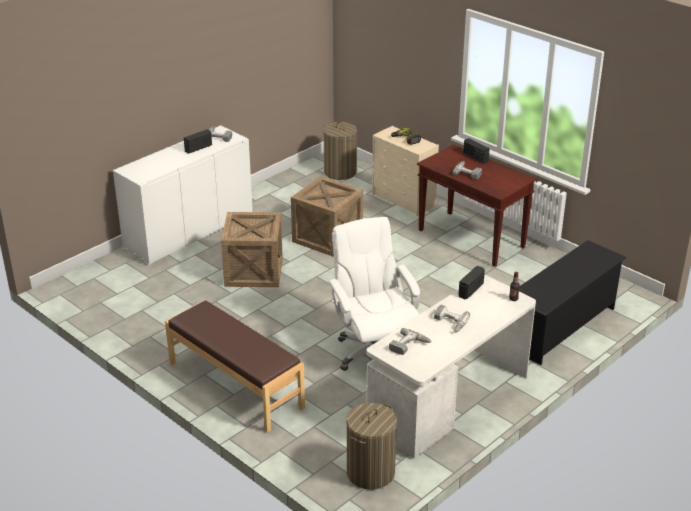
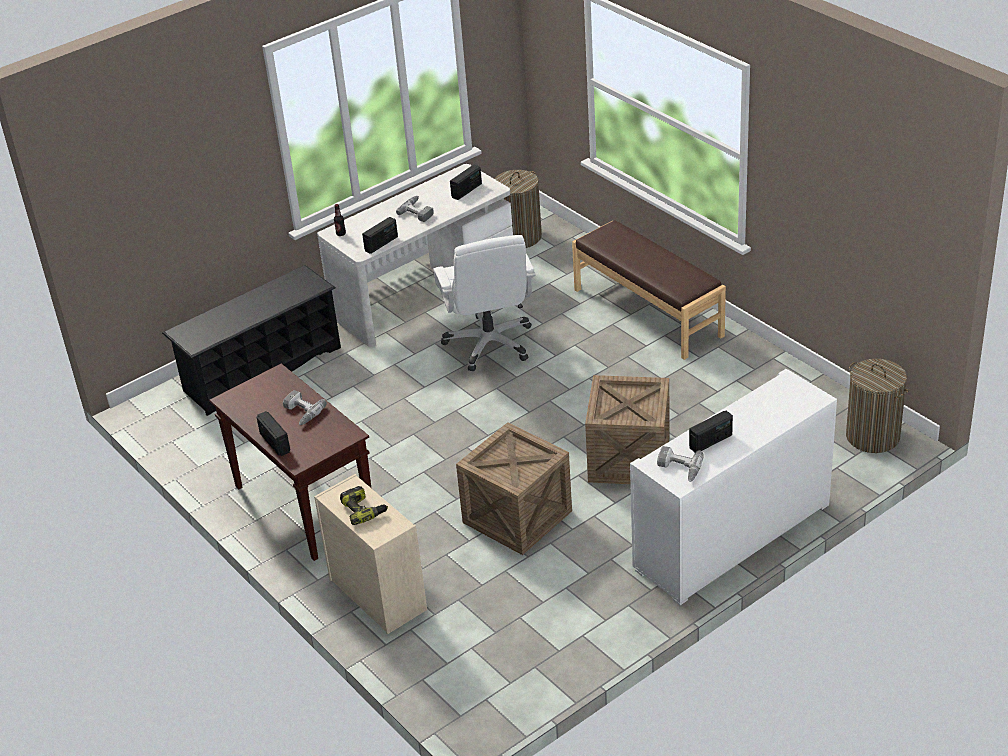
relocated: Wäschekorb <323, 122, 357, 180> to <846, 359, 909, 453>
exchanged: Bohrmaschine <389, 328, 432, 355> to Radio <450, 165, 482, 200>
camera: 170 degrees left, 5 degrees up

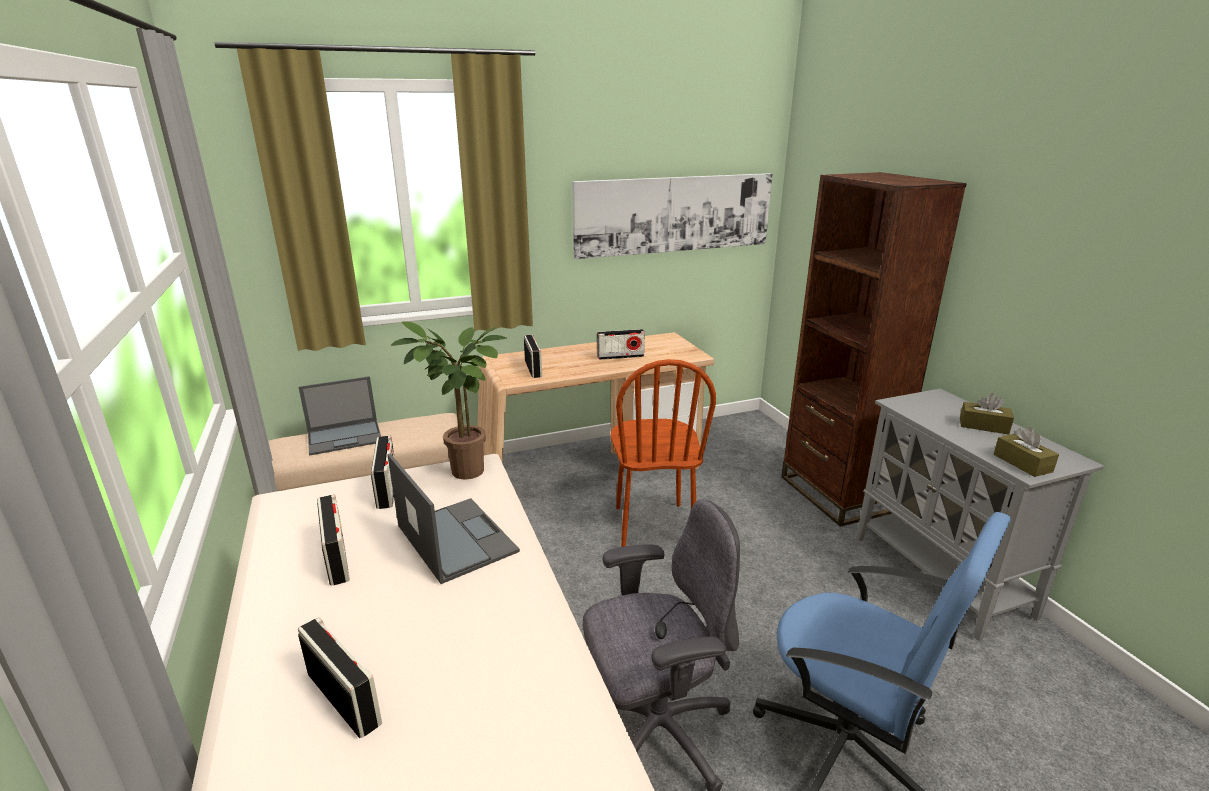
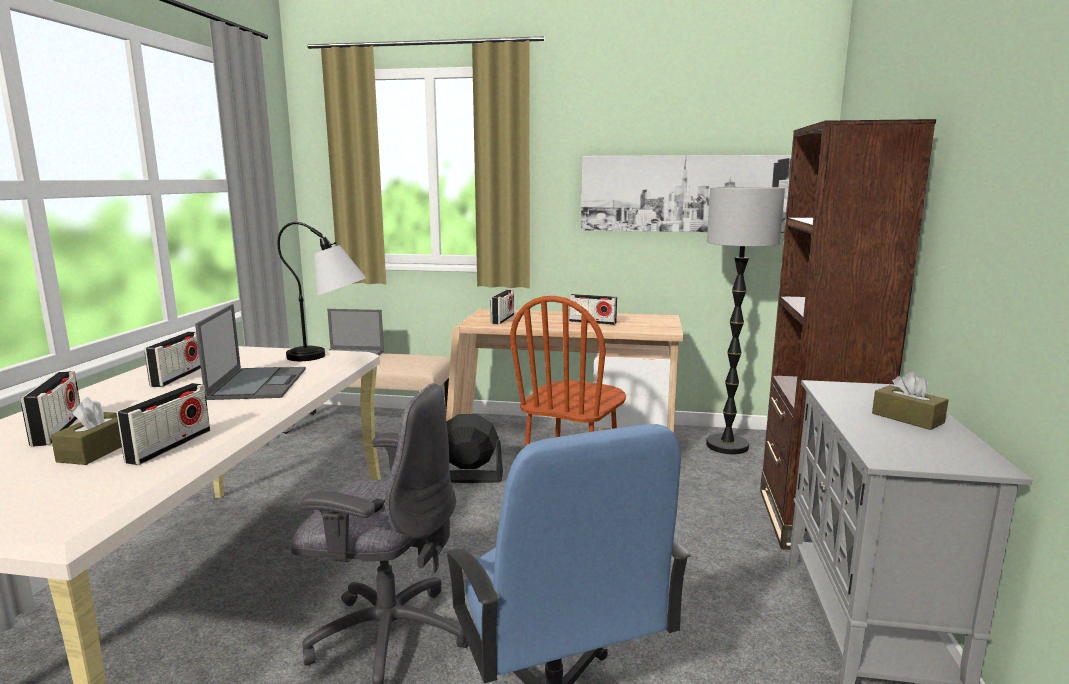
appeared: Ventilator (schwarz) <447, 414, 503, 483>; Stehlampe <706, 187, 785, 454>
relocated: Radio <371, 436, 395, 509> to <116, 383, 210, 465>; Taschentuchbox (braun) <994, 427, 1059, 477> to <51, 397, 122, 465>
exchanged: Topfpflanze <390, 321, 507, 480> to Tischlampe <278, 222, 366, 361>
camera: 30 degrees right, 10 degrees down

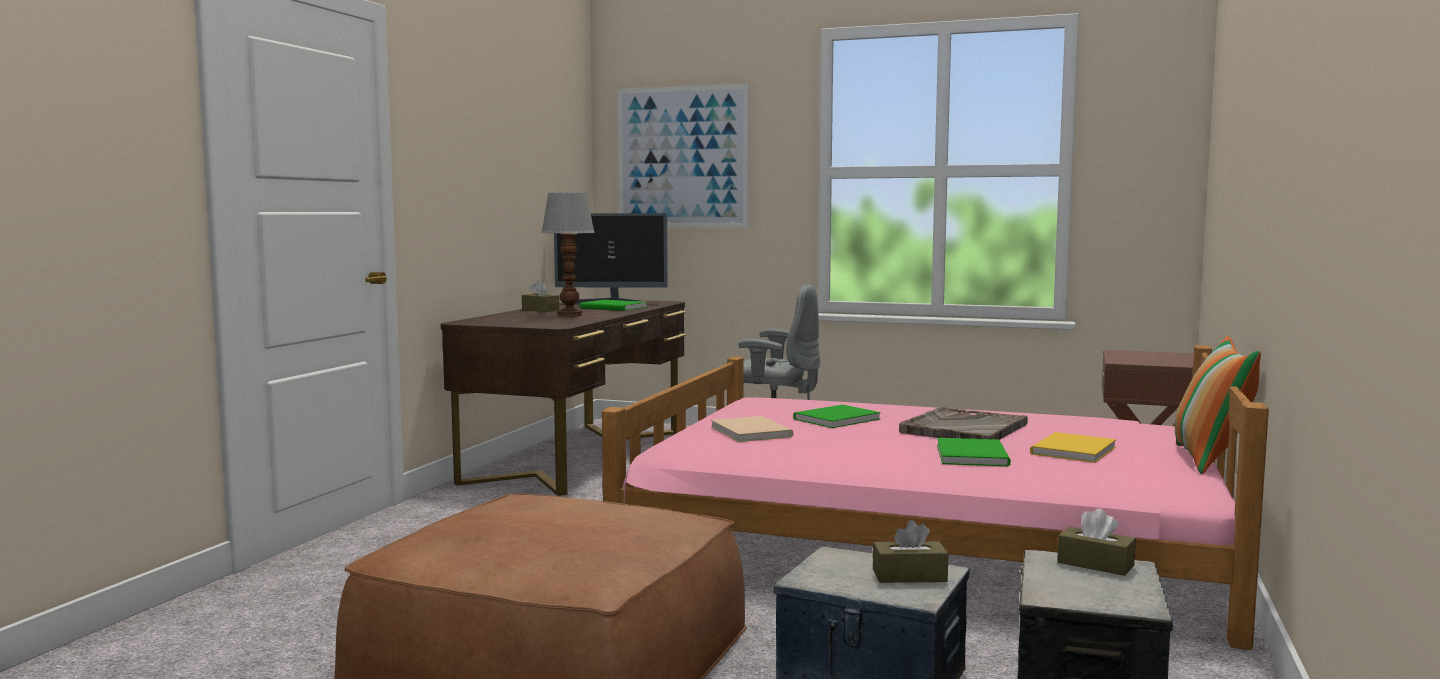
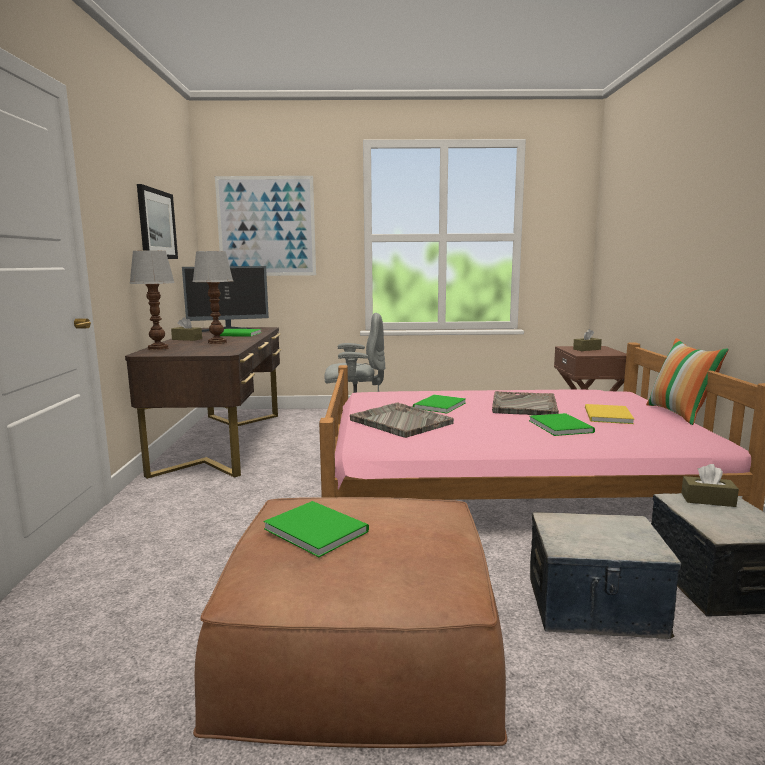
appeared: Tischlampe <129, 250, 175, 350>; Bild <137, 184, 178, 259>; Buch (grün) <263, 501, 369, 557>
relocated: Taschentuchbox (braun) <873, 520, 948, 583> to <573, 329, 602, 351>
exchanged: Buch (beige) <711, 416, 793, 442> to Tablett (grau) <350, 403, 454, 438>
camera: 20 degrees left, 5 degrees up

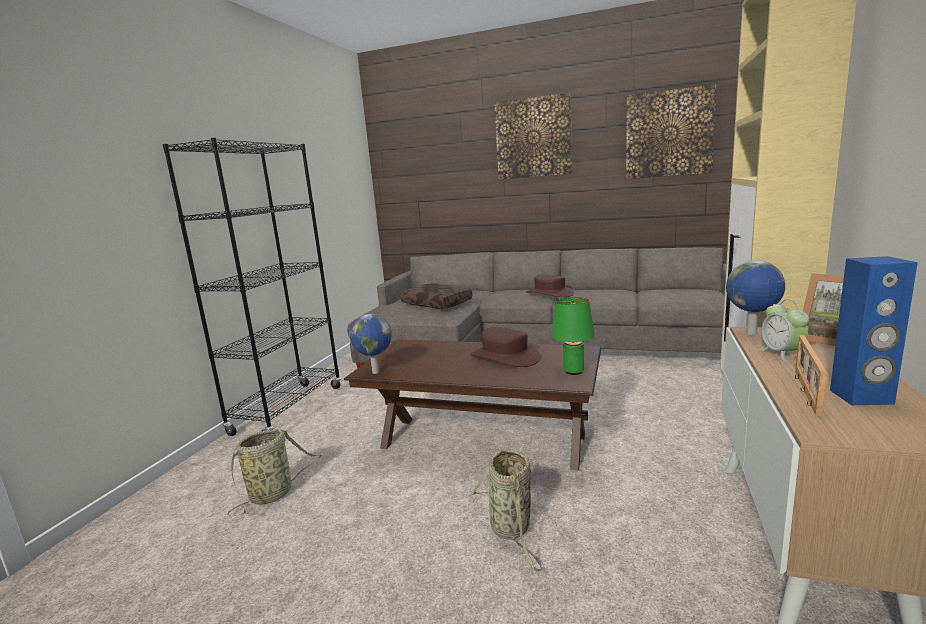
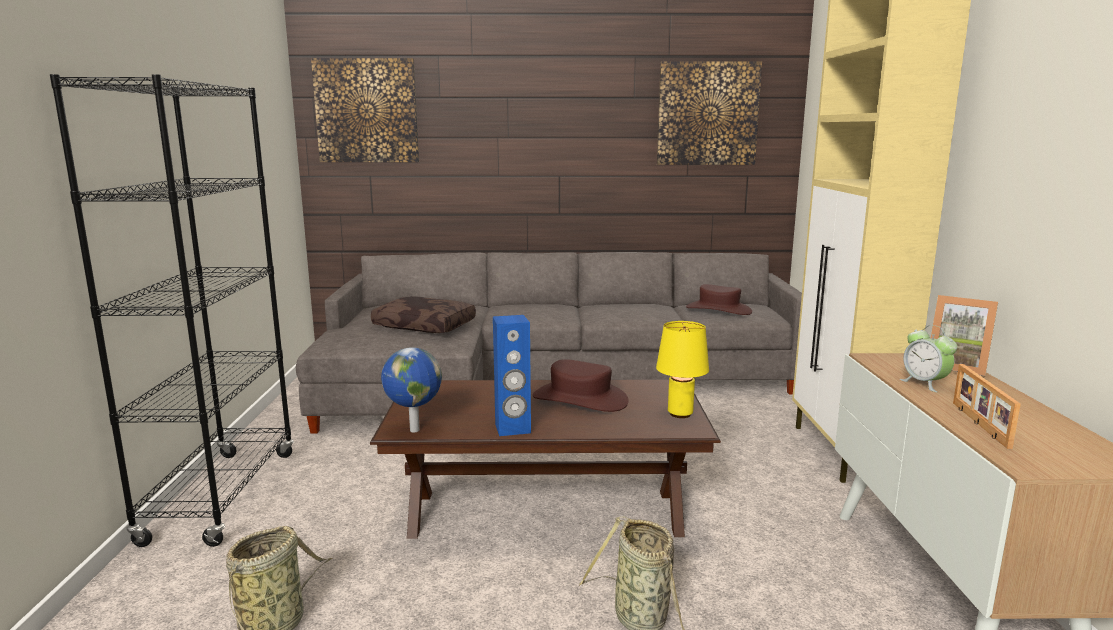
missing: Globus <726, 260, 785, 335>
relocated: Bild <494, 93, 572, 179> to <311, 58, 419, 162>; Hut (braun) <527, 274, 574, 298> to <686, 284, 752, 315>; Lautsprecher (blau) <830, 256, 918, 405> to <493, 315, 531, 436>
colour: Tischlampe (grün) <552, 297, 595, 375> to Tischlampe (gelb) <656, 321, 709, 418>
camera: 20 degrees left, 0 degrees up

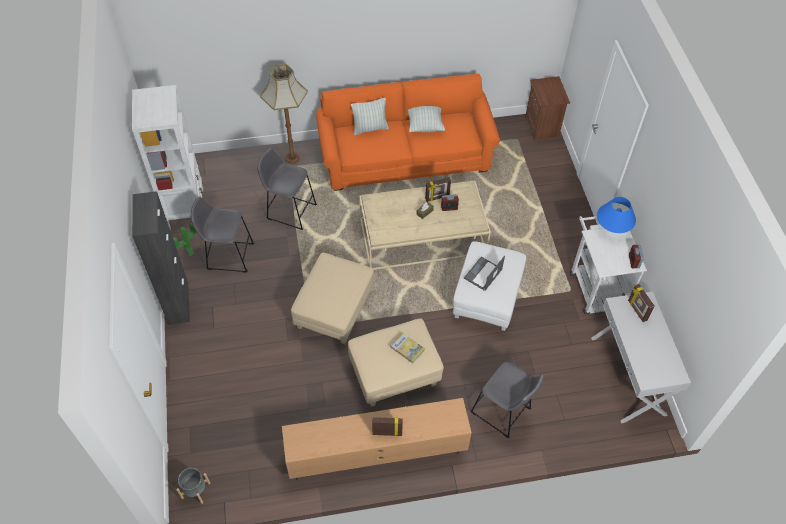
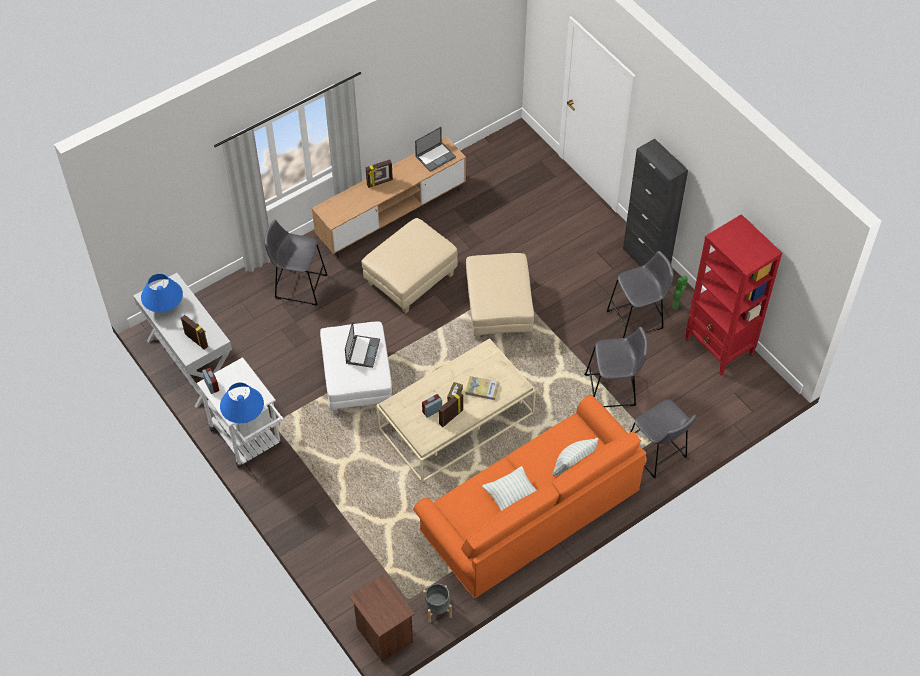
appeared: Tischlampe (blau) <141, 274, 183, 313>; Laptop <415, 127, 456, 172>
relocated: Pflanzkübel (grau) <176, 468, 210, 504> to <423, 583, 452, 622>; Buch <390, 333, 425, 363> to <465, 376, 499, 400>
exchanged: Stehlampe <260, 64, 308, 165> to Hocker (grau) <631, 400, 697, 478>
colour: Bücherregal (weiß) <132, 85, 203, 230> to Bücherregal (rot) <685, 214, 782, 375>
camera: 155 degrees right, 0 degrees up

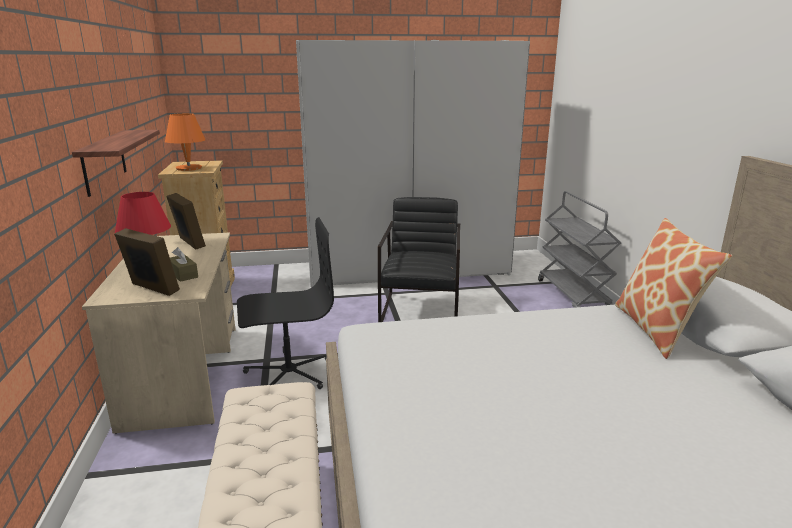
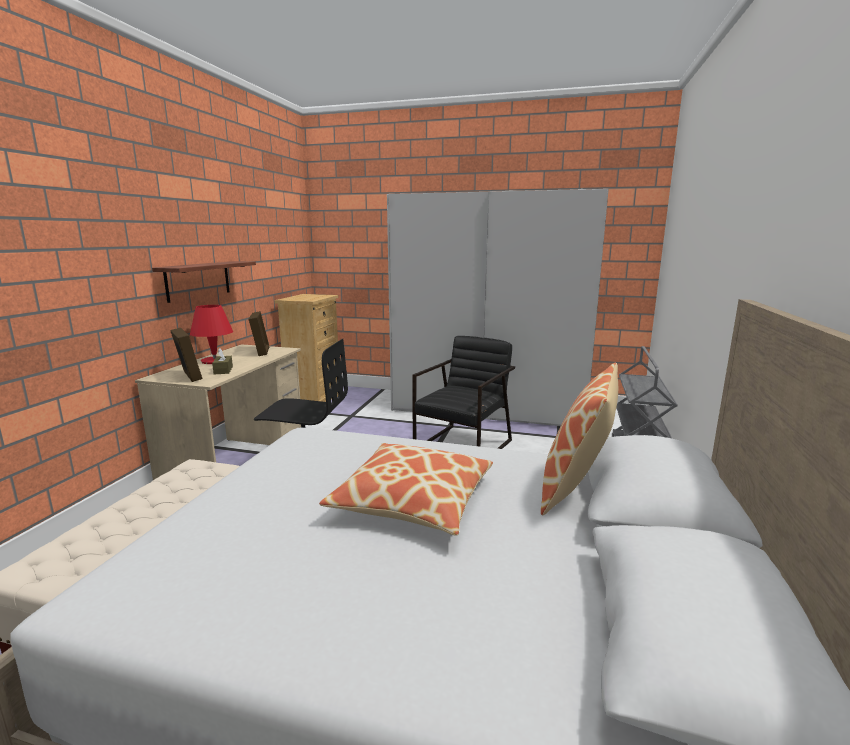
missing: Tischlampe (orange) <165, 113, 206, 171>
appeared: Kissen <319, 443, 493, 536>
camera: 25 degrees right, 5 degrees down

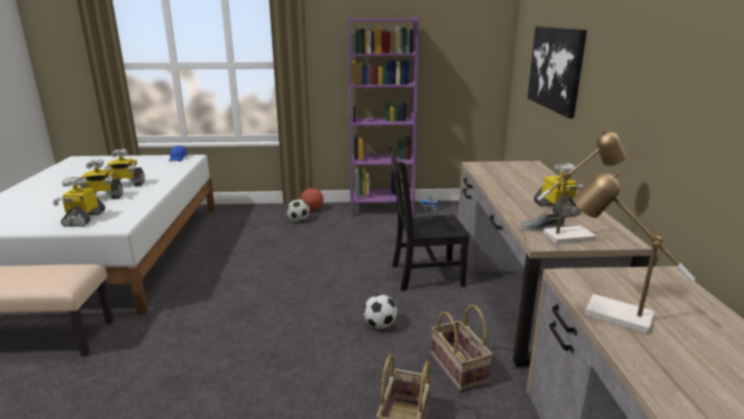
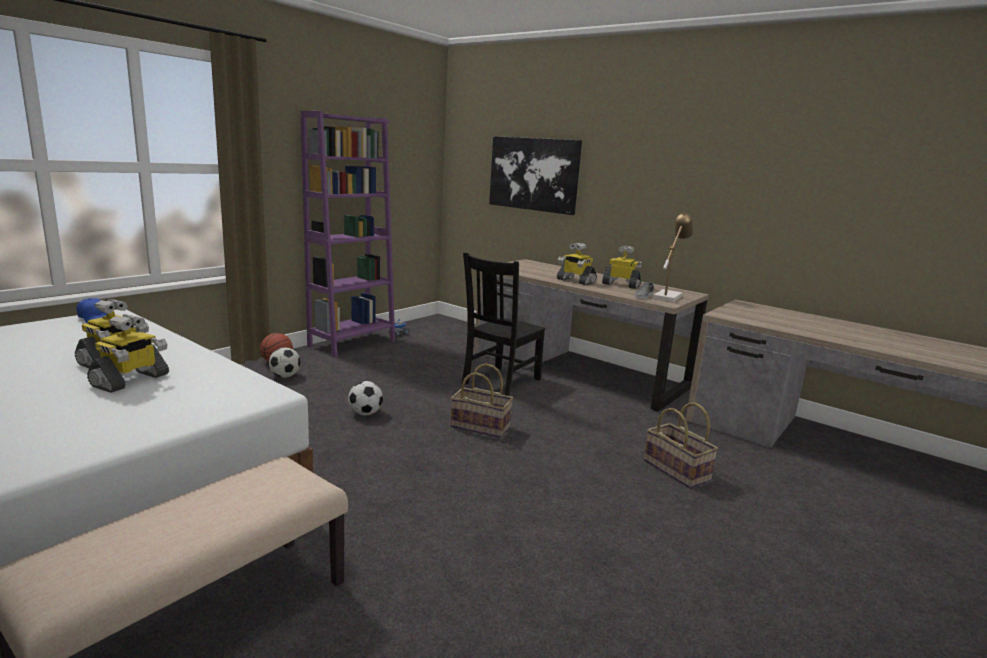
missing: Tischlampe <573, 172, 695, 334>
relocated: Spielzeugroboter <53, 177, 105, 227> to <557, 243, 597, 285>; Fußball <364, 294, 397, 329> to <348, 381, 383, 415>; Korb <431, 305, 493, 392> to <451, 363, 513, 438>
camera: 50 degrees left, 5 degrees down

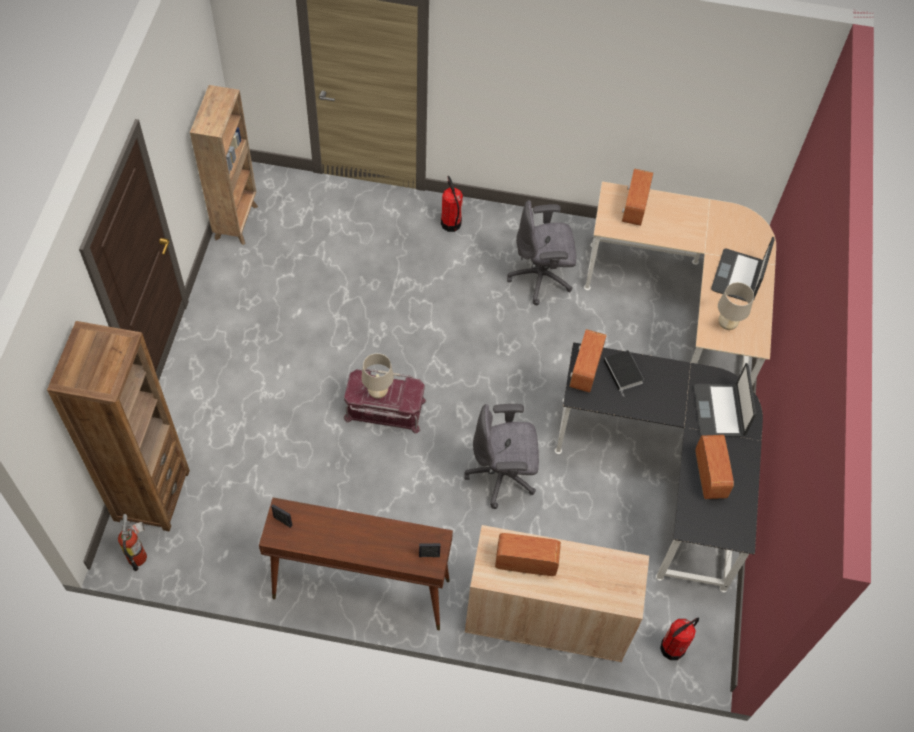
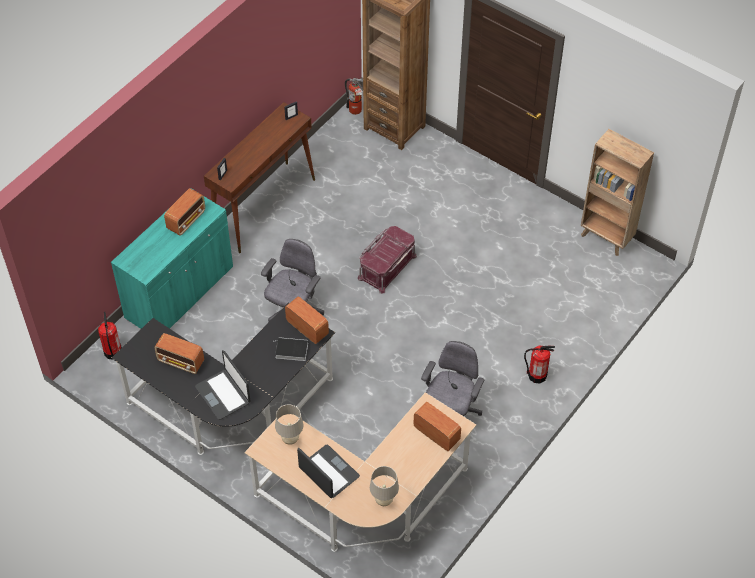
relocated: Tischlampe (beige) <361, 353, 394, 399> to <370, 466, 399, 506>
colour: Schrank (beige) <465, 525, 649, 662> to Schrank (türkis) <111, 188, 233, 329>
spun: Laptop <694, 363, 756, 437> = <195, 350, 251, 420> 150 degrees counterclockwise
camera: 120 degrees right, 5 degrees down

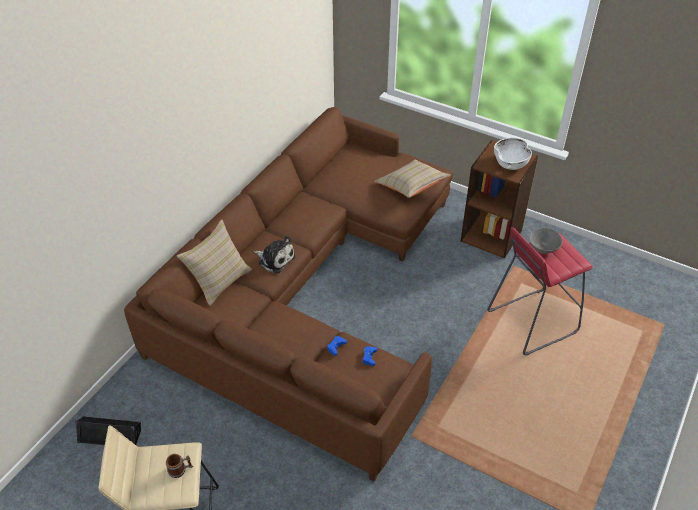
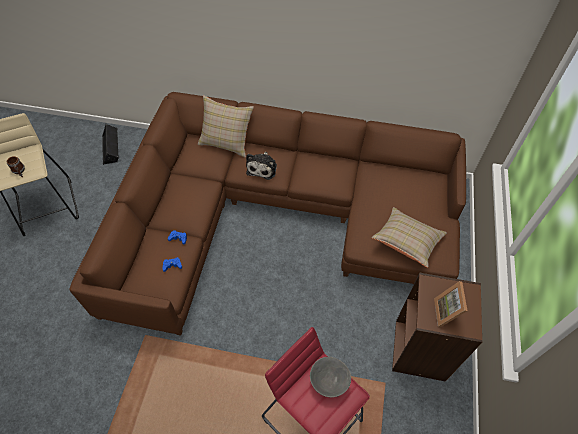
exchanged: Schüssel (weiß) <494, 138, 532, 170> to Bilderrahmen <434, 281, 468, 327>
camera: 70 degrees right, 10 degrees up

